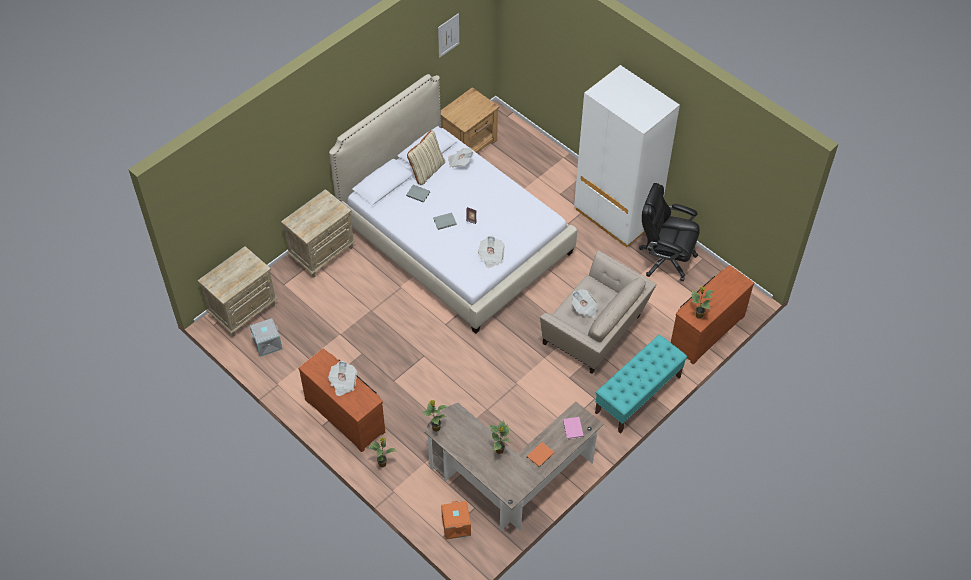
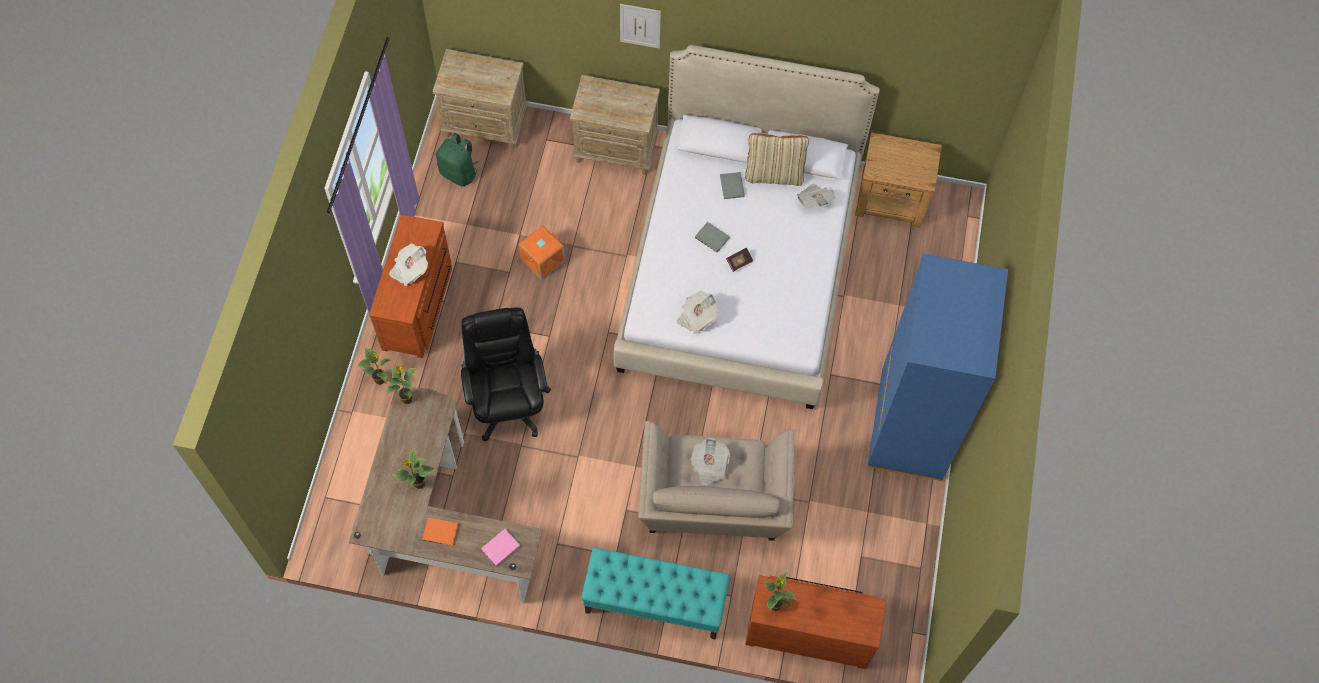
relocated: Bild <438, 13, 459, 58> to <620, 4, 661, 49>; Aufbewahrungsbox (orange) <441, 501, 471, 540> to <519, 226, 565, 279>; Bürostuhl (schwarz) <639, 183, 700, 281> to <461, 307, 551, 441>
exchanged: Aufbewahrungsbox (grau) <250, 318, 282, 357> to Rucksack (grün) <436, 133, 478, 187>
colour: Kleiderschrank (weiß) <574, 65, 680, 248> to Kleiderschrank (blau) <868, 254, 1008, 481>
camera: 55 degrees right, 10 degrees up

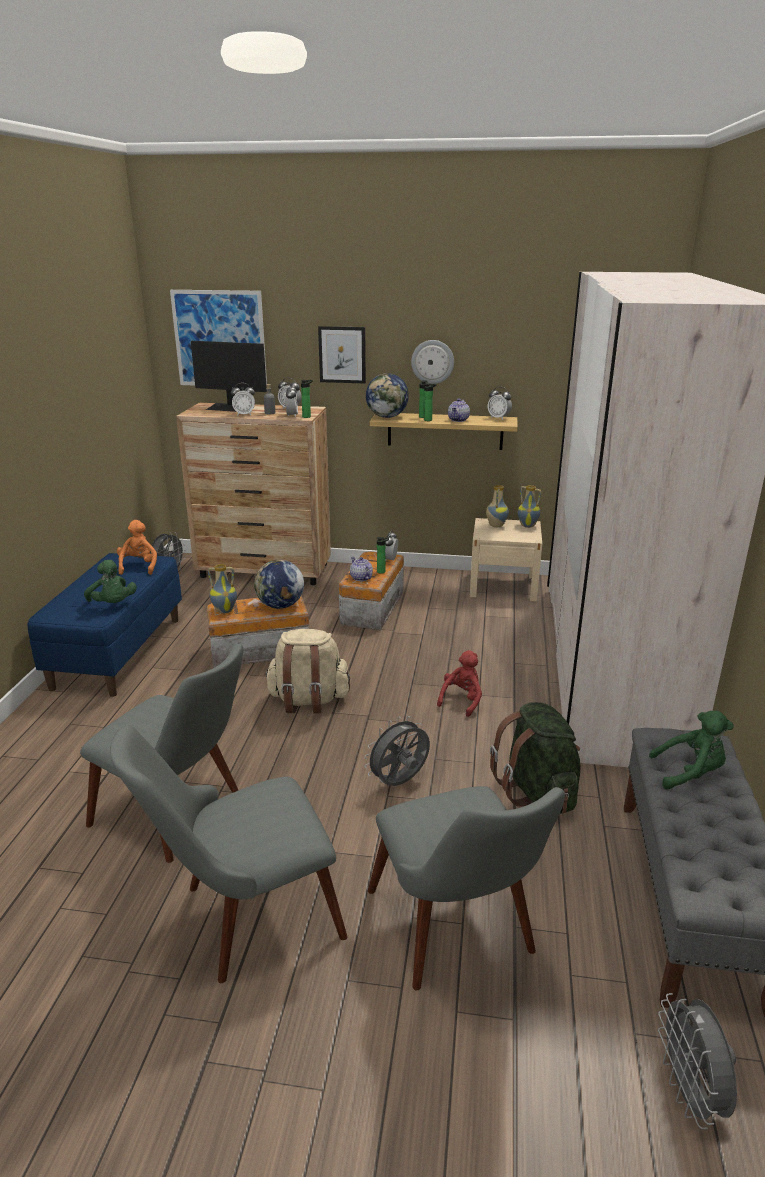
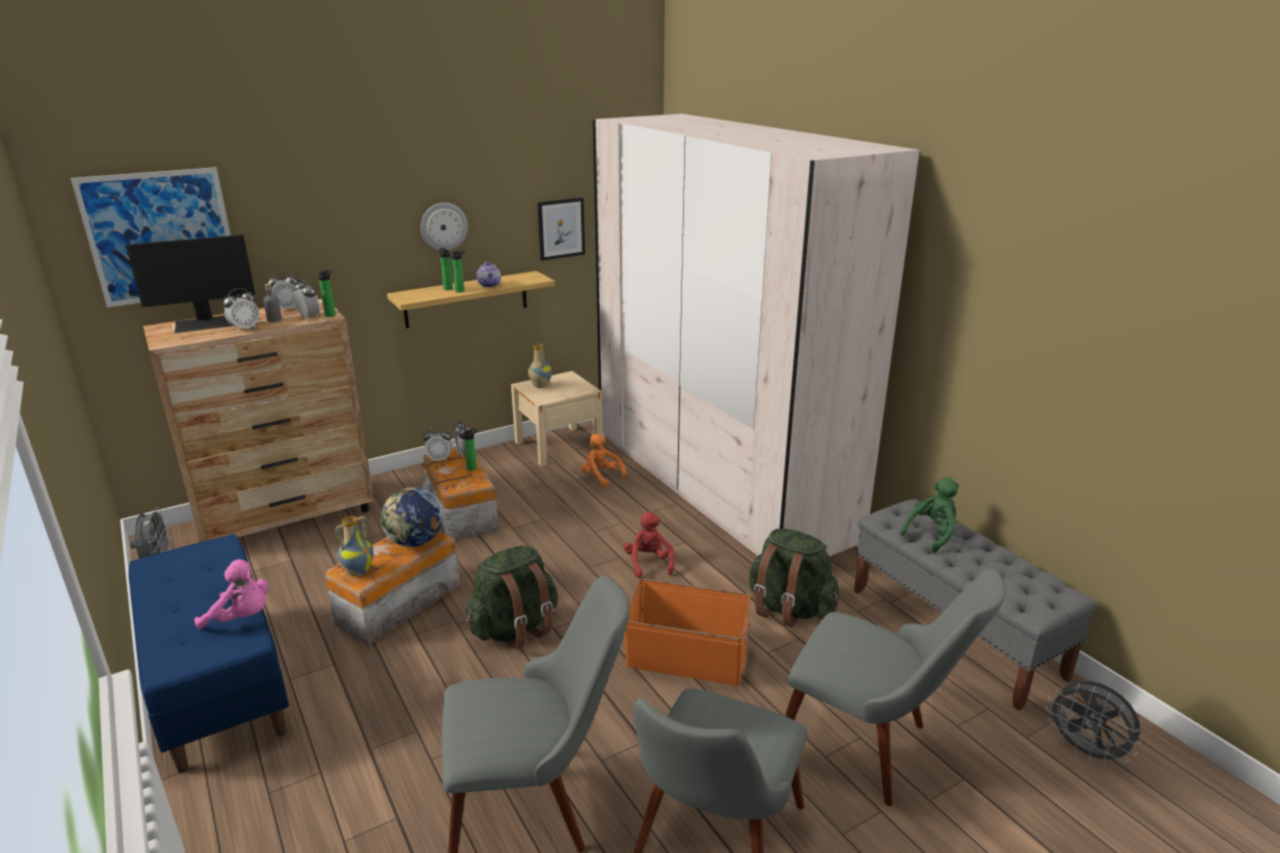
missing: Teekanne <350, 557, 373, 581>; Globus <366, 373, 409, 418>; Vase <518, 485, 541, 528>
relocated: Plüschtier (orange) <117, 520, 157, 575> to <581, 433, 627, 488>; Bild <318, 326, 366, 383> to <537, 198, 585, 261>; Wecker <488, 387, 512, 420> to <423, 427, 452, 462>
exchanged: Ventilator (grau) <364, 716, 430, 786> to Aufbewahrungsbox (orange) <625, 579, 751, 686>
colour: Plüschtier (grün) <84, 560, 137, 603> to Plüschtier (rosa) <194, 559, 269, 629>; Rucksack (beige) <264, 629, 350, 714> to Rucksack (grün) <466, 546, 558, 650>
camera: 40 degrees left, 0 degrees up

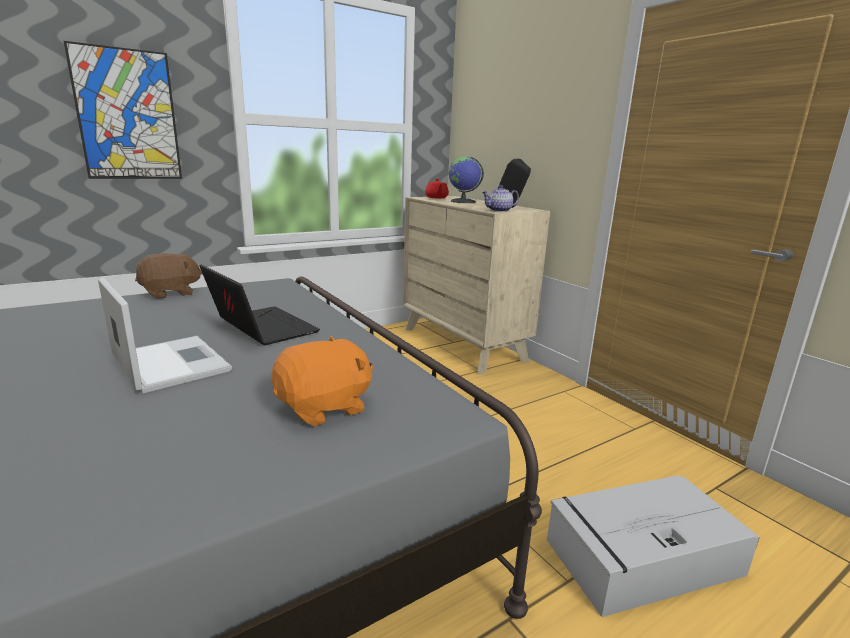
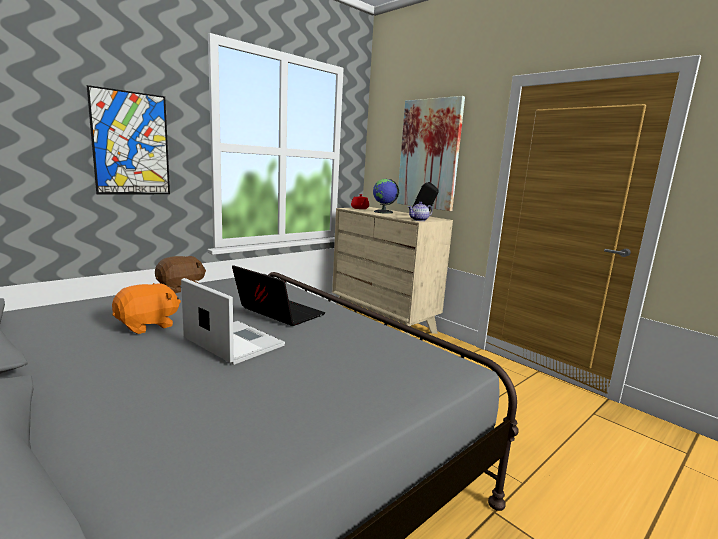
missing: Aufbewahrungsbox (grau) <547, 475, 760, 617>
appeared: Bild <397, 96, 465, 211>
relocated: Plüschtier (orange) <271, 336, 373, 426> to <112, 283, 181, 334>
camera: 10 degrees left, 5 degrees down

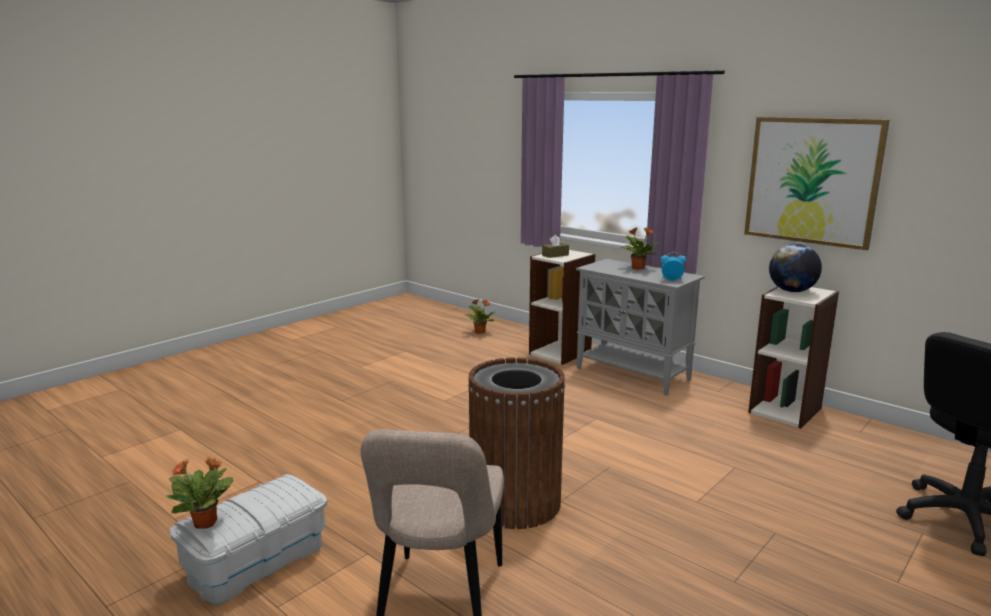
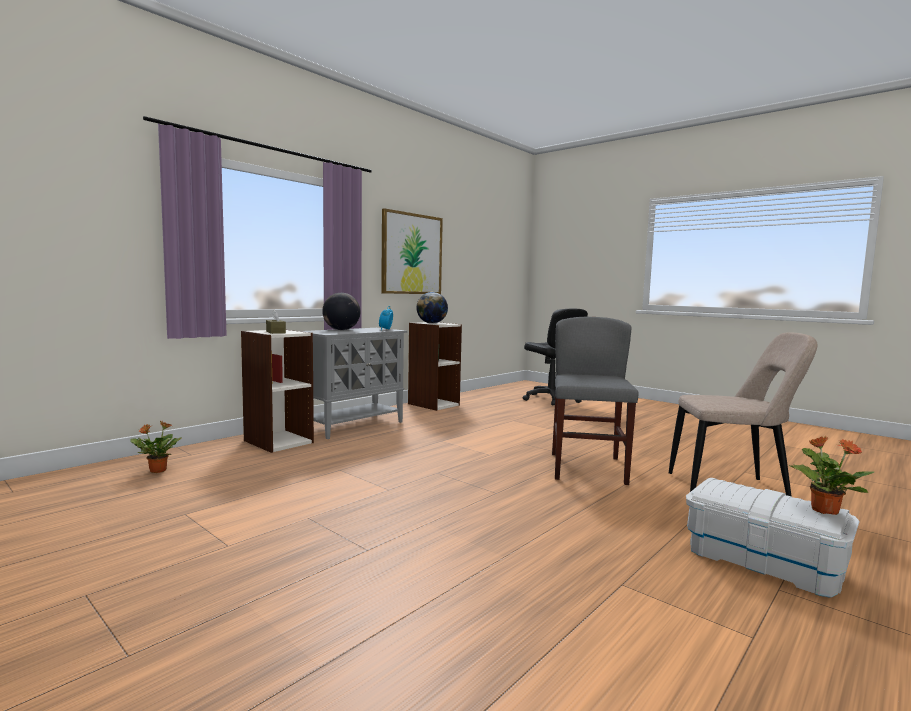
exchanged: Mülleimer (braun) <468, 357, 565, 529> to Stuhl (grau) <552, 317, 639, 485>; Topfpflanze <622, 228, 658, 270> to Globus <322, 293, 360, 330>
camera: 90 degrees left, 10 degrees down

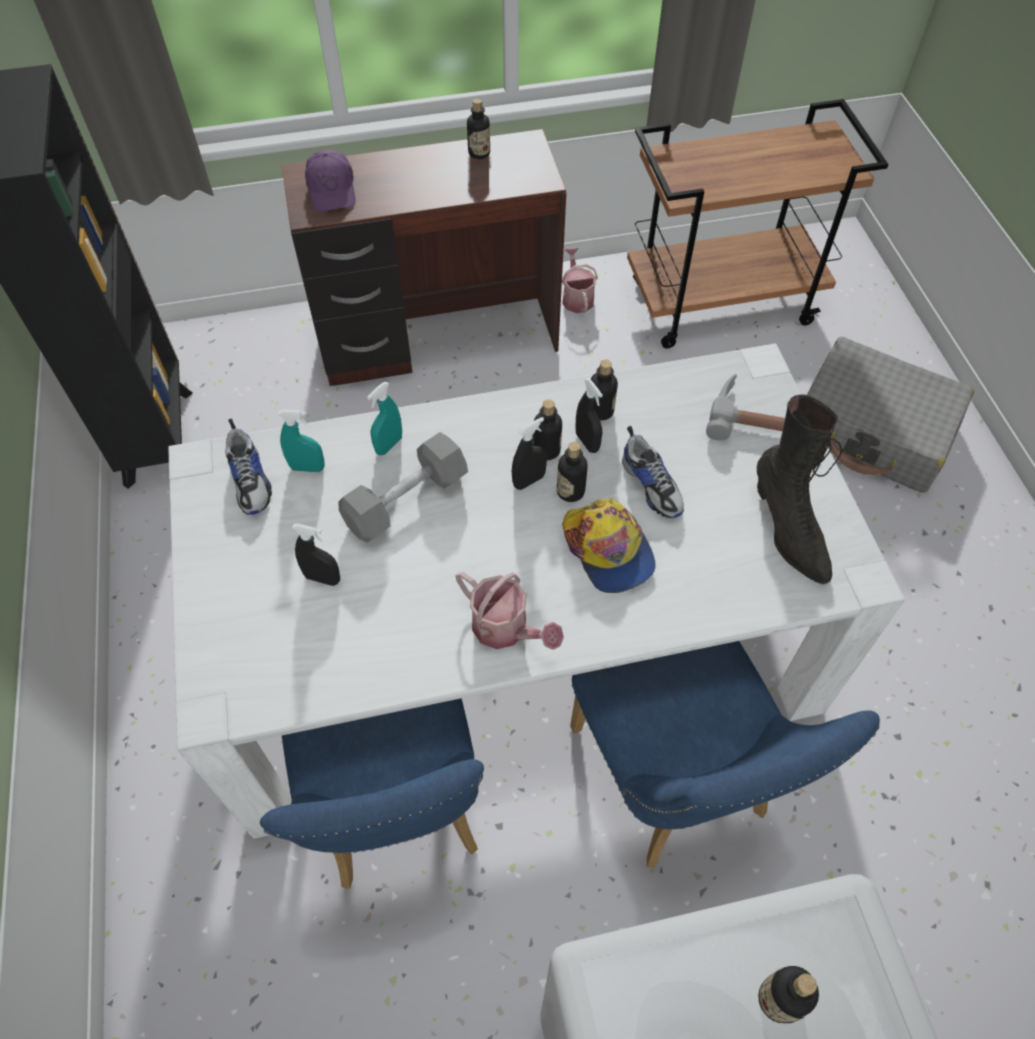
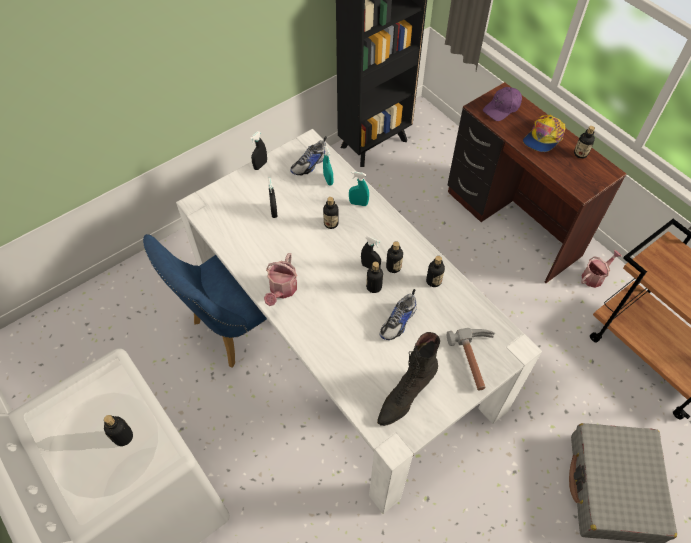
missing: Stuhl (blau) <570, 641, 880, 868>
relocated: Kappe <562, 499, 656, 593> to <523, 115, 565, 152>; Sprühflasche (schwarz) <575, 378, 603, 453> to <250, 131, 267, 170>
exchanged: Hantel (grau) <338, 432, 468, 543> to Flasche <323, 197, 339, 229>
camera: 65 degrees right, 0 degrees up

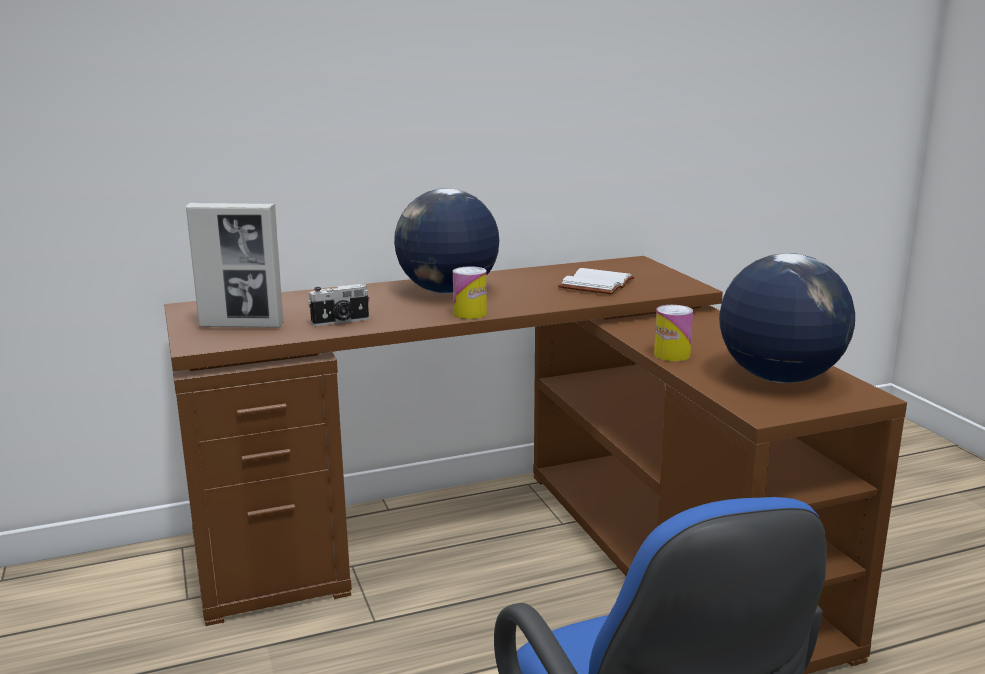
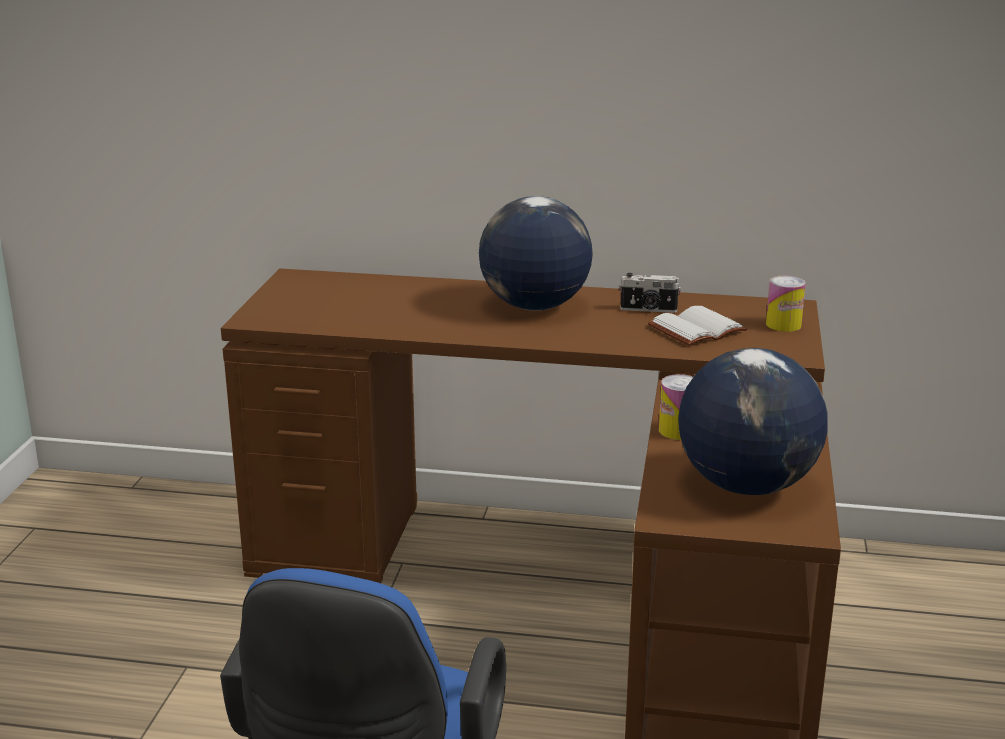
missing: Bilderrahmen <186, 203, 284, 328>
relocated: Kamera <308, 284, 370, 326> to <619, 273, 681, 313>; Dose <453, 266, 487, 319> to <766, 276, 806, 332>
camera: 30 degrees right, 5 degrees up

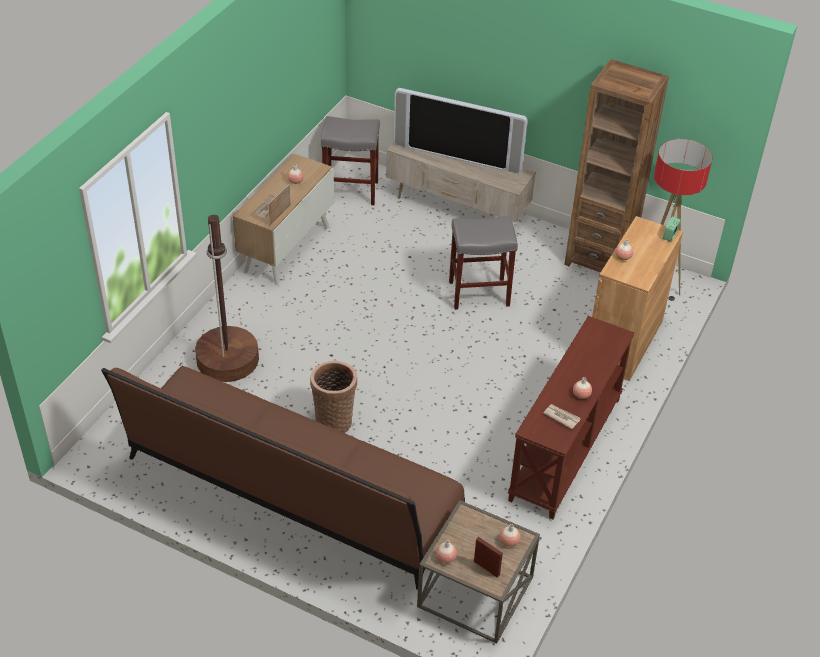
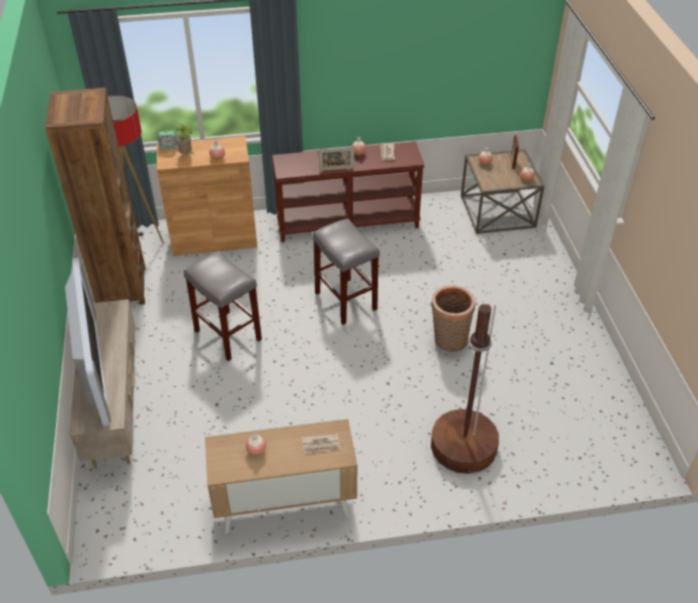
missing: Sofa (braun) <101, 366, 465, 590>
appeared: Topfpflanze <176, 124, 195, 155>
relocated: Bilderrahmen <268, 184, 291, 226> to <319, 147, 354, 171>; Hocker (grau) <321, 116, 380, 205> to <313, 218, 380, 325>
camera: 125 degrees left, 0 degrees up

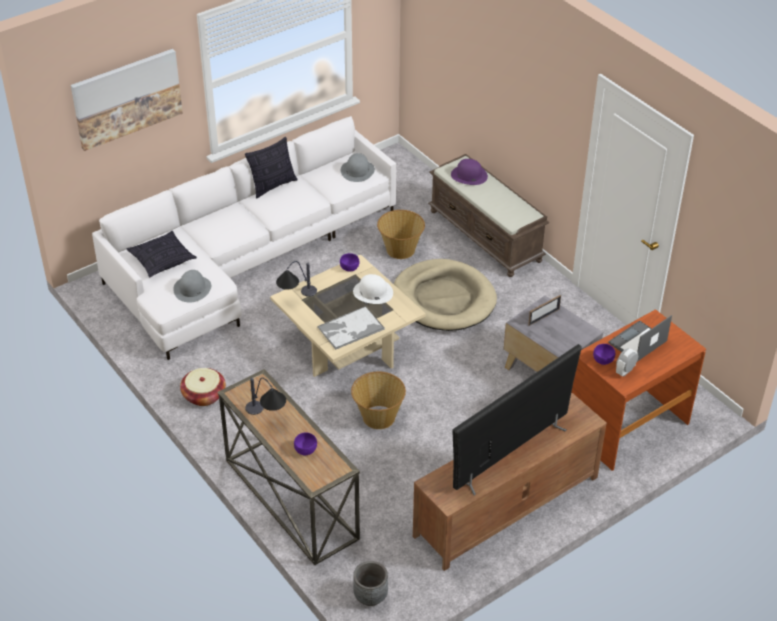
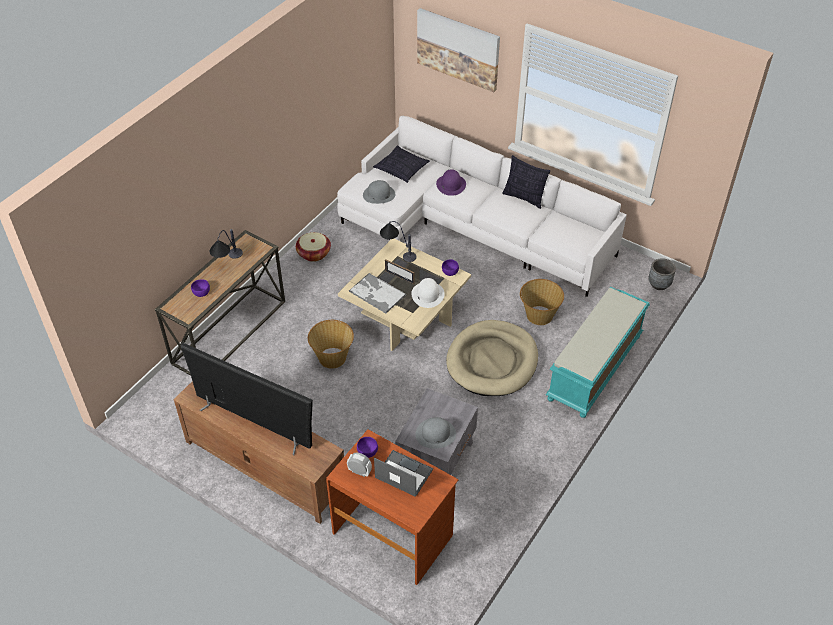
relocated: Hut (grau) <341, 153, 375, 182> to <416, 417, 456, 449>; Pflanzkübel (grau) <353, 561, 388, 606> to <648, 258, 676, 290>; Hut (lila) <451, 159, 488, 185> to <436, 169, 466, 196>; Bilderrahmen <528, 295, 561, 326> to <385, 259, 414, 284>
colour: Bank (braun) <428, 154, 549, 277> to Bank (türkis) <546, 287, 650, 418>
camera: 70 degrees right, 5 degrees up

